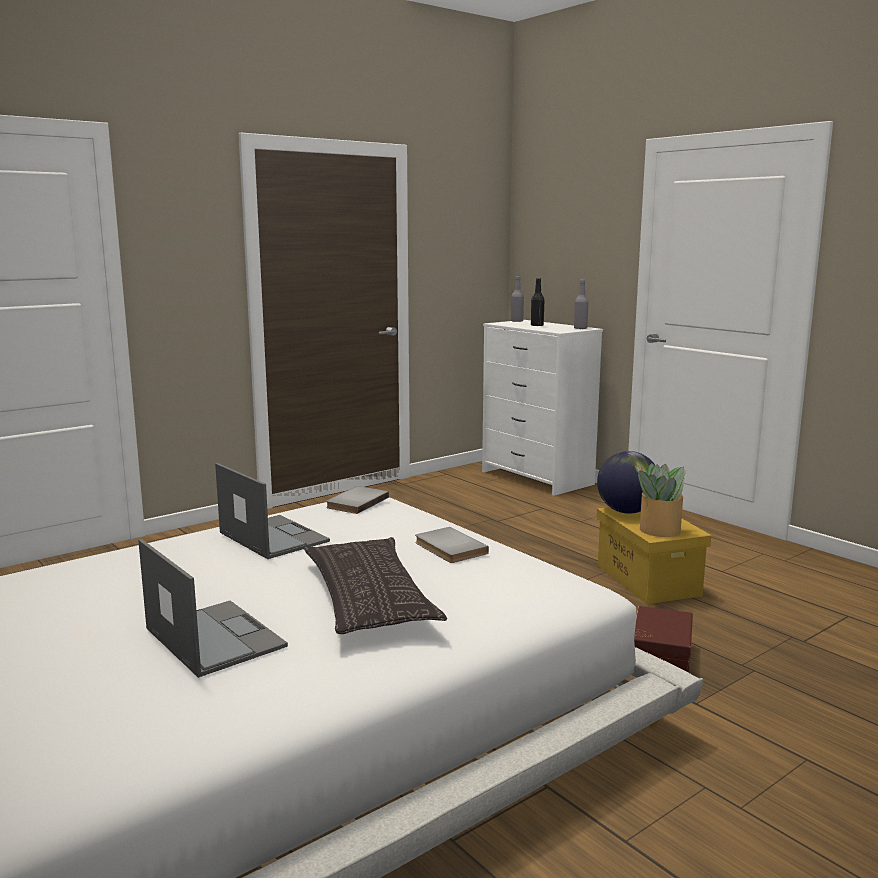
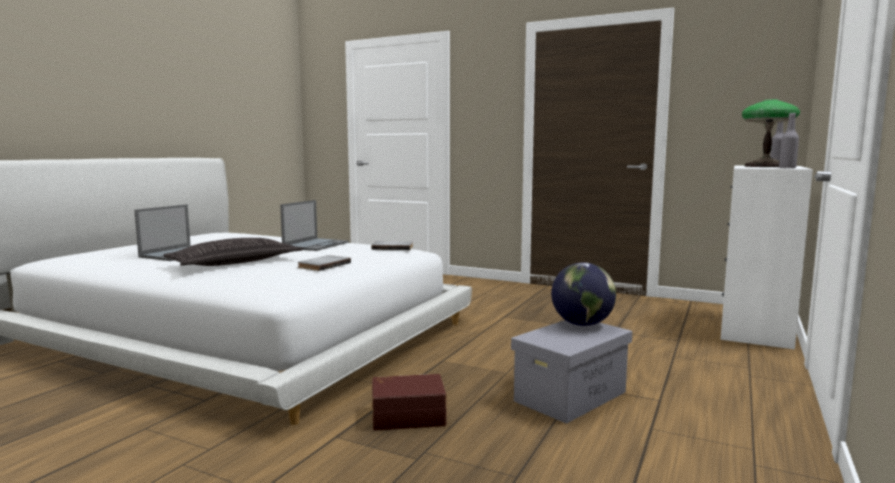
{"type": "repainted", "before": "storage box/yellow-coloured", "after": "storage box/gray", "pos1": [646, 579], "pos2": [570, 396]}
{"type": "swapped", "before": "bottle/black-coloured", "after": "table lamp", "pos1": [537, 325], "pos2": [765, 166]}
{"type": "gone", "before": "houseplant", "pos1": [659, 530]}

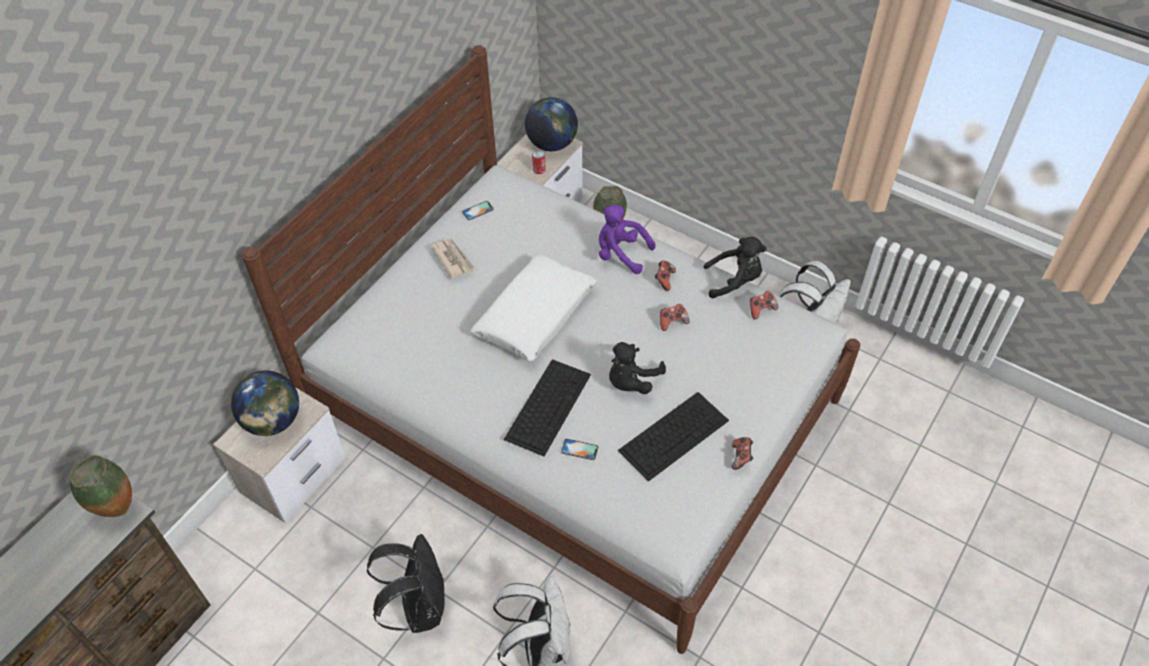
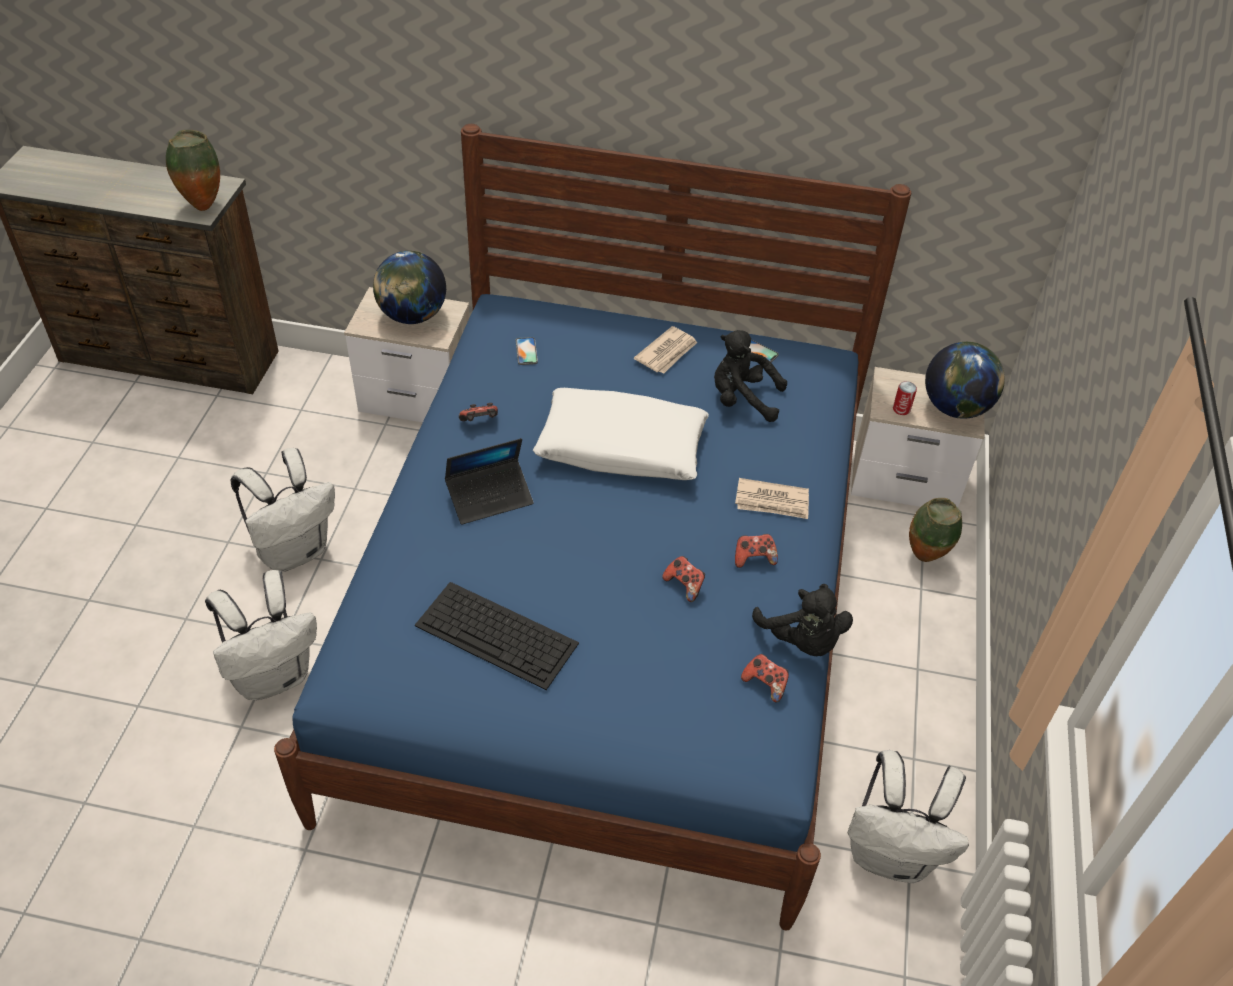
{"type": "repainted", "before": "rucksack/black-coloured", "after": "rucksack/white", "pos1": [419, 607], "pos2": [295, 550]}
{"type": "repainted", "before": "sleeping bed/white", "after": "sleeping bed/blue", "pos1": [576, 412], "pos2": [610, 612]}
{"type": "swapped", "before": "PC keyboard", "after": "laptop", "pos1": [548, 405], "pos2": [490, 497]}
{"type": "shifted", "before": "game controller", "pos1": [741, 457], "pos2": [480, 422]}
{"type": "shifted", "before": "telephone", "pos1": [579, 449], "pos2": [526, 351]}
{"type": "shifted", "before": "soft toy/black-coloured", "pos1": [631, 380], "pos2": [742, 399]}
{"type": "swapped", "before": "soft toy/purplish", "after": "printed paper", "pos1": [620, 254], "pos2": [772, 502]}

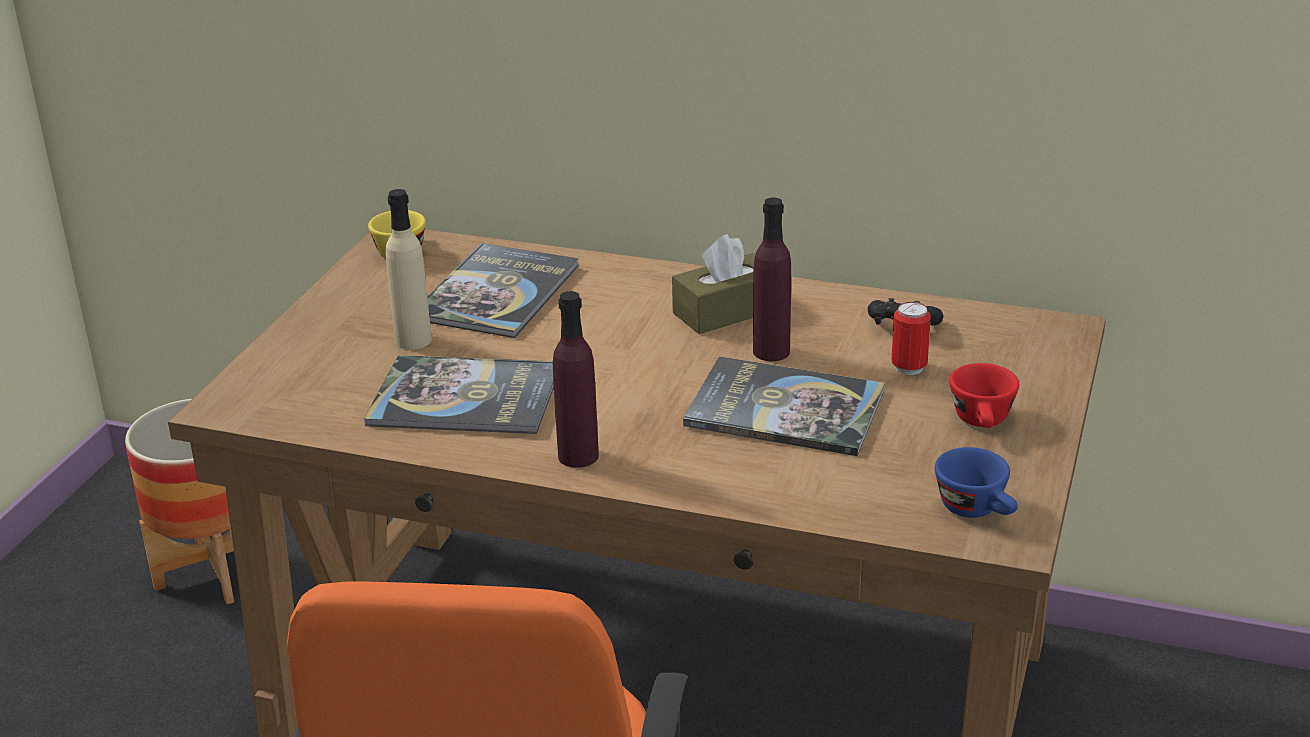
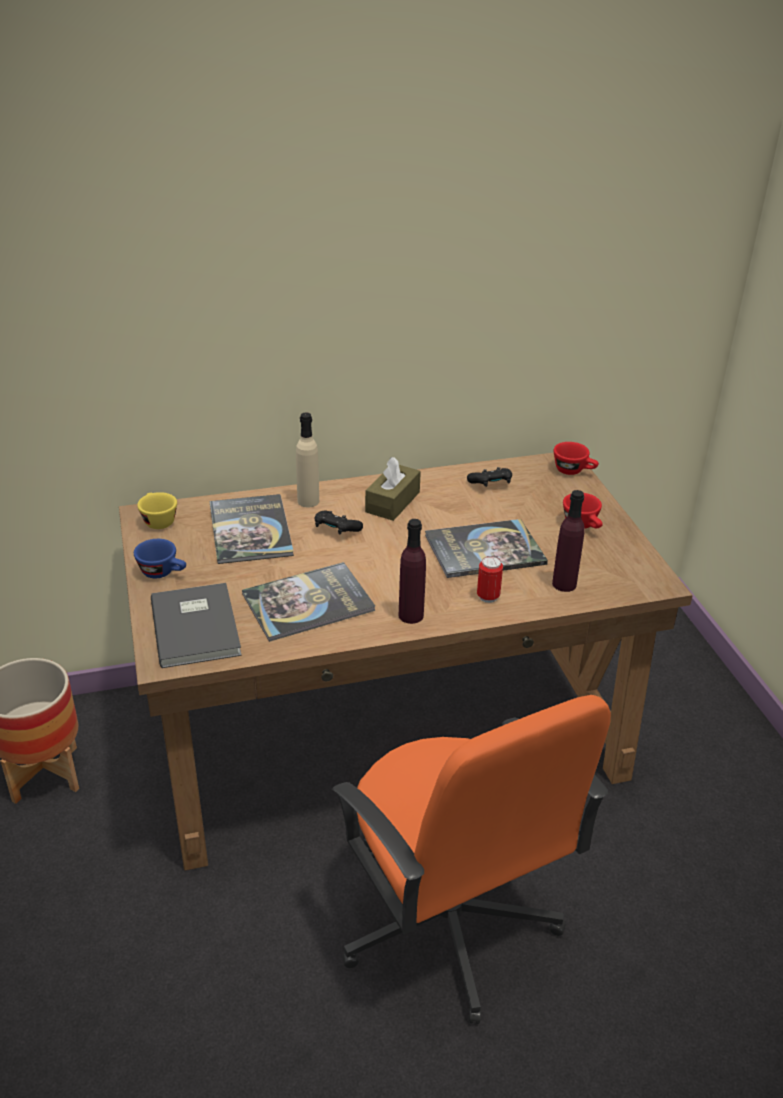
{"type": "shifted", "before": "cup/blue", "pos1": [978, 510], "pos2": [163, 572]}
{"type": "new", "after": "book/gray", "pos2": [198, 626]}
{"type": "shifted", "before": "bottle/sand-coloured", "pos1": [413, 340], "pos2": [308, 501]}
{"type": "new", "after": "game controller/black-coloured", "pos2": [336, 530]}
{"type": "shifted", "before": "metal can", "pos1": [909, 367], "pos2": [488, 597]}
{"type": "shifted", "before": "bottle/purplish", "pos1": [771, 351], "pos2": [564, 584]}
{"type": "new", "after": "cup/red-coloured", "pos2": [574, 471]}

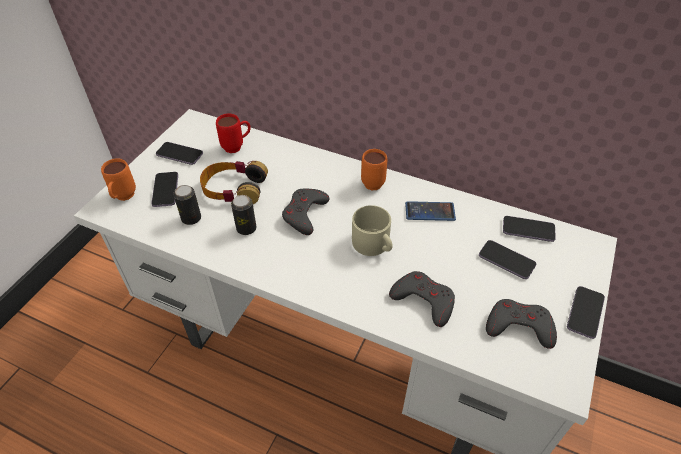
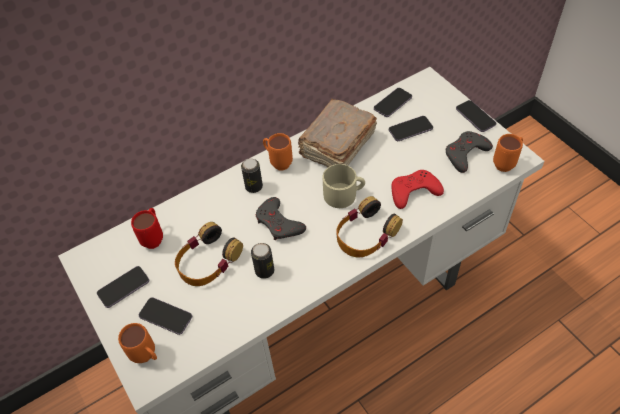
{"type": "shifted", "before": "metal can", "pos1": [191, 218], "pos2": [254, 186]}
{"type": "swapped", "before": "telephone", "after": "book/brown", "pos1": [430, 211], "pos2": [336, 145]}
{"type": "new", "after": "headphones", "pos2": [366, 234]}
{"type": "repainted", "before": "game controller/gray", "after": "game controller/red-coloured", "pos1": [423, 300], "pos2": [414, 191]}
{"type": "new", "after": "mug/orange-coloured", "pos2": [506, 163]}

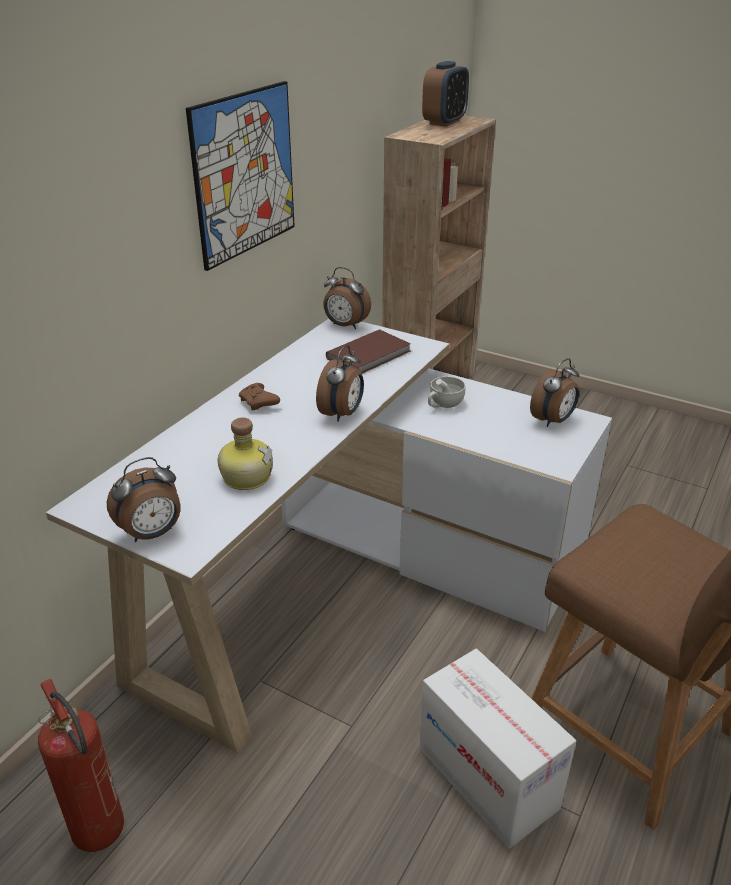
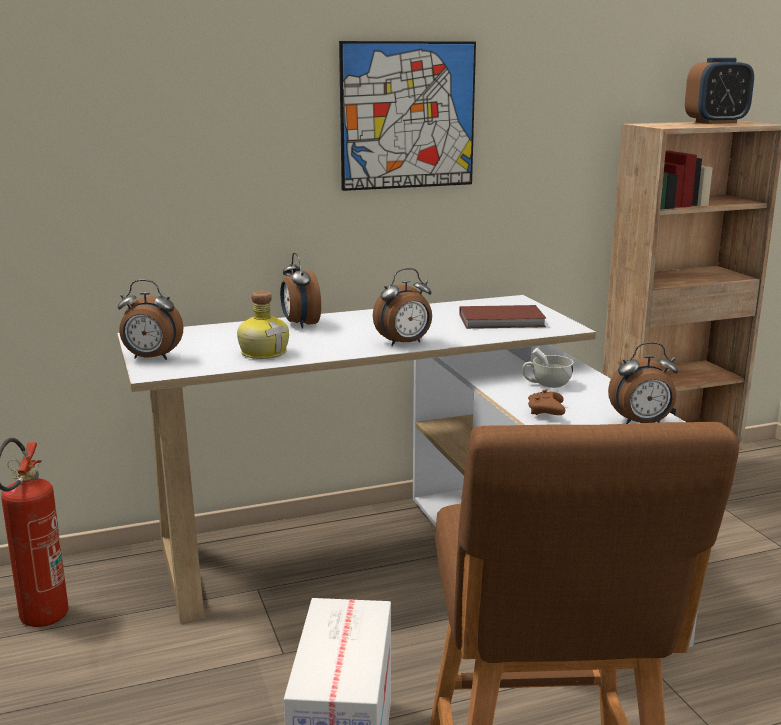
{"type": "shifted", "before": "alarm clock", "pos1": [345, 326], "pos2": [300, 324]}
{"type": "shifted", "before": "game controller/brown", "pos1": [259, 403], "pos2": [546, 412]}

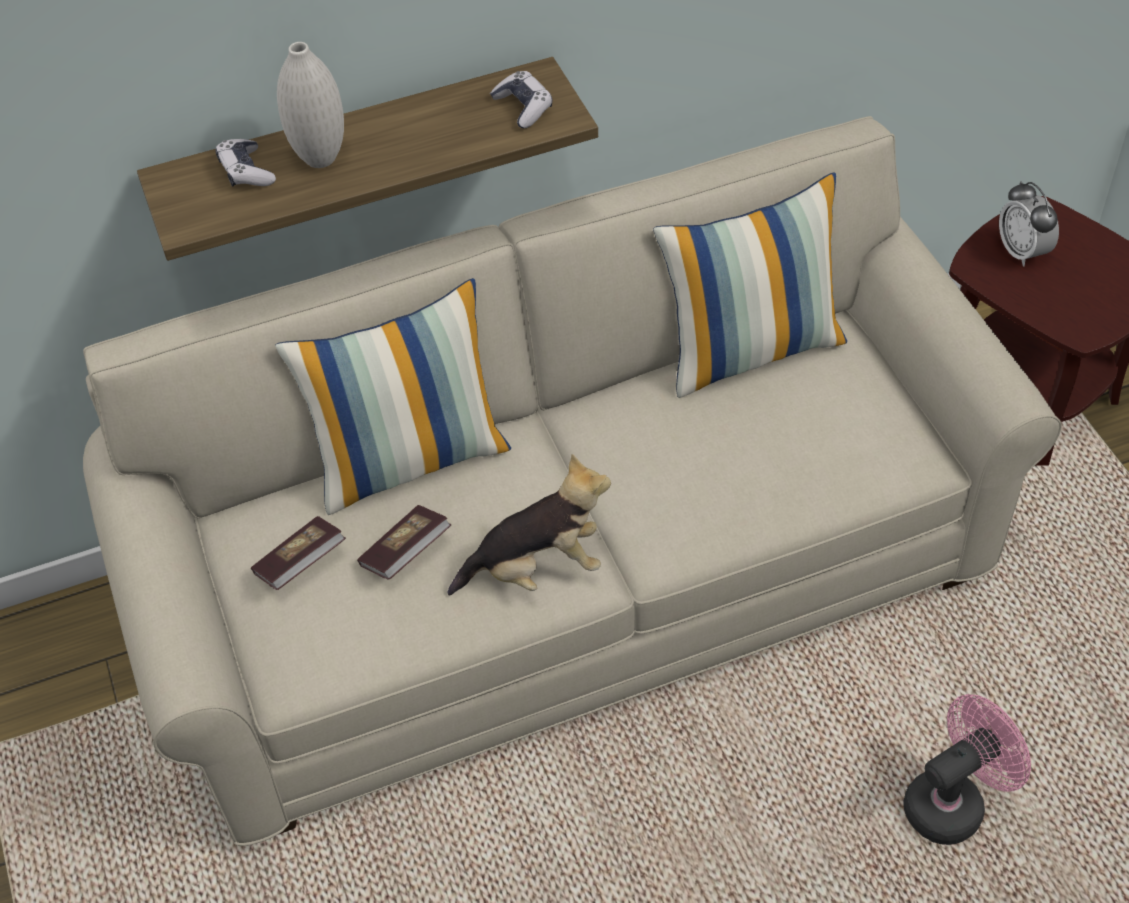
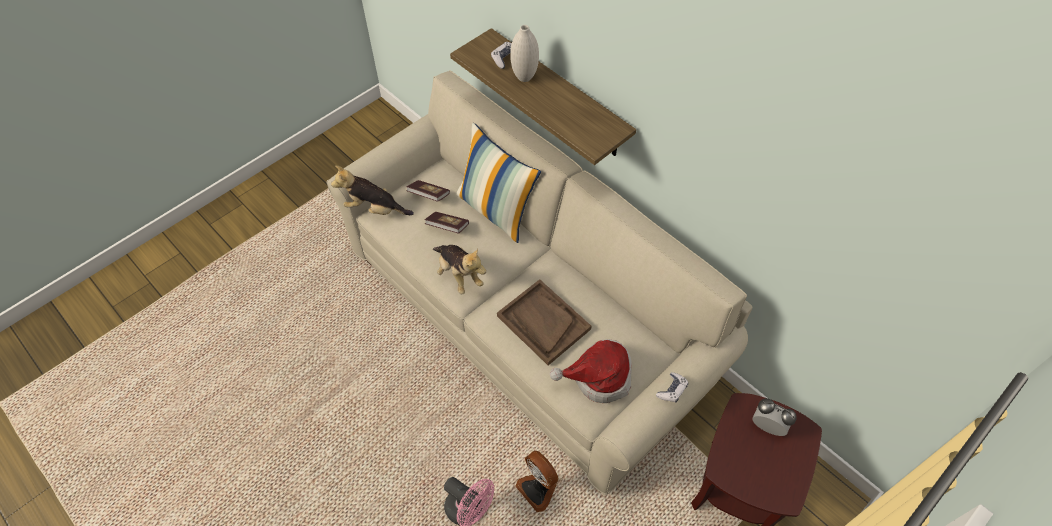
{"type": "new", "after": "soft toy", "pos2": [374, 209]}
{"type": "new", "after": "serving tray/brown", "pos2": [543, 322]}
{"type": "new", "after": "fan", "pos2": [538, 488]}
{"type": "new", "after": "wearable hat", "pos2": [598, 377]}
{"type": "shifted", "before": "game controller", "pos1": [523, 107], "pos2": [672, 390]}
{"type": "rotated", "before": "alarm clock", "pos1": [1022, 252], "pos2": [767, 426], "turn": 75}
{"type": "gone", "before": "throw pillow", "pos1": [750, 349]}

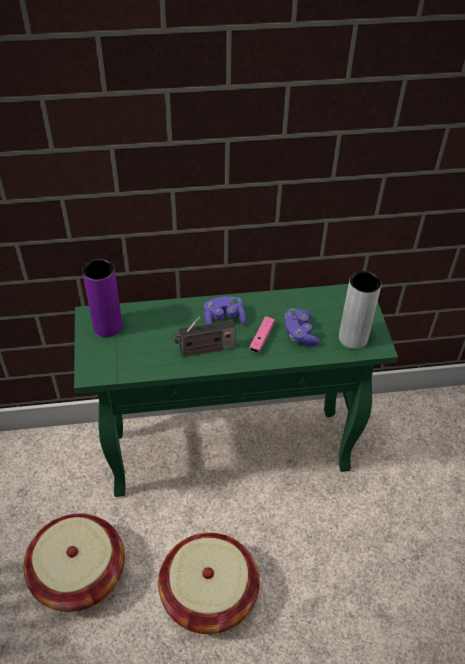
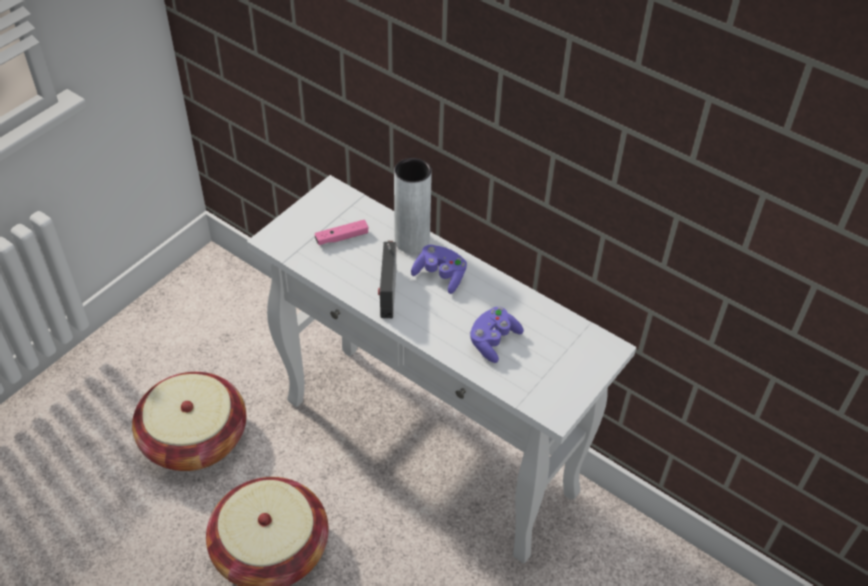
{"type": "repainted", "before": "hall table/greenish", "after": "hall table/white", "pos1": [231, 451], "pos2": [432, 447]}
{"type": "shifted", "before": "game controller/pink", "pos1": [261, 338], "pos2": [342, 237]}
{"type": "rotated", "before": "radio receiver", "pos1": [205, 350], "pos2": [387, 290], "turn": 60}
{"type": "shifted", "before": "flower vase/gray", "pos1": [353, 338], "pos2": [412, 241]}
{"type": "gone", "before": "flower vase/purplish", "pos1": [107, 326]}

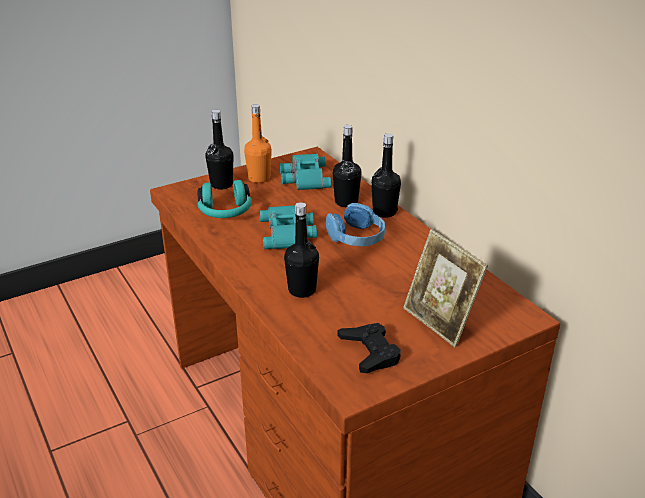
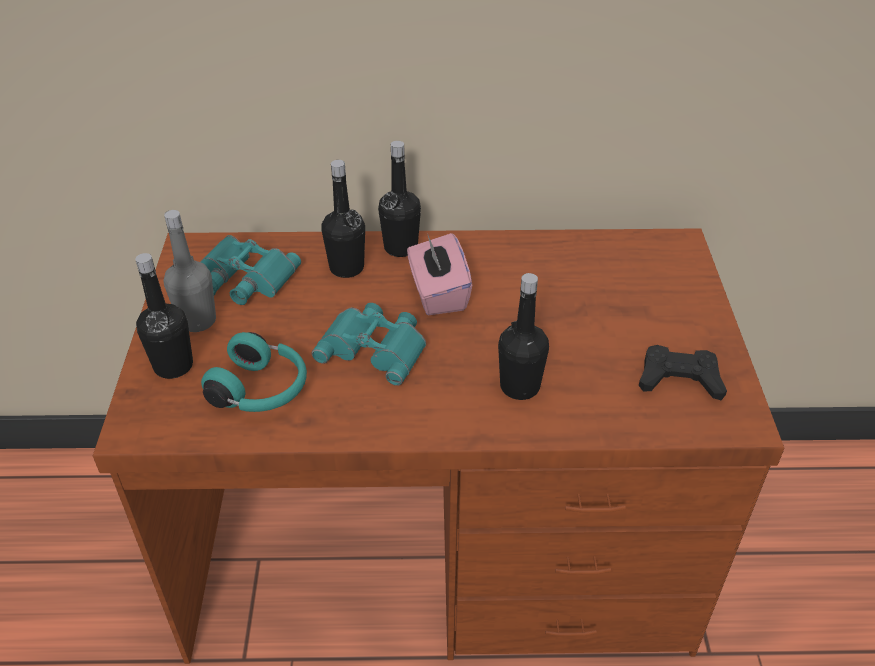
{"type": "repainted", "before": "bottle/orange-coloured", "after": "bottle/gray", "pos1": [259, 178], "pos2": [197, 321]}
{"type": "swapped", "before": "headphones/blue", "after": "box of tissues/pink", "pos1": [356, 237], "pos2": [438, 293]}
{"type": "gone", "before": "photo frame", "pos1": [439, 322]}

